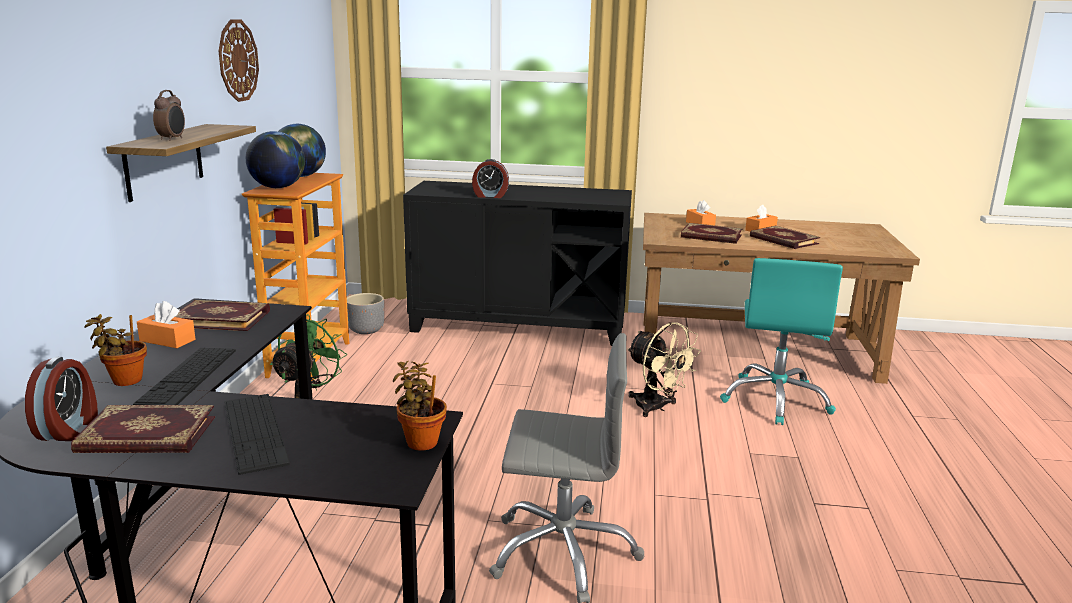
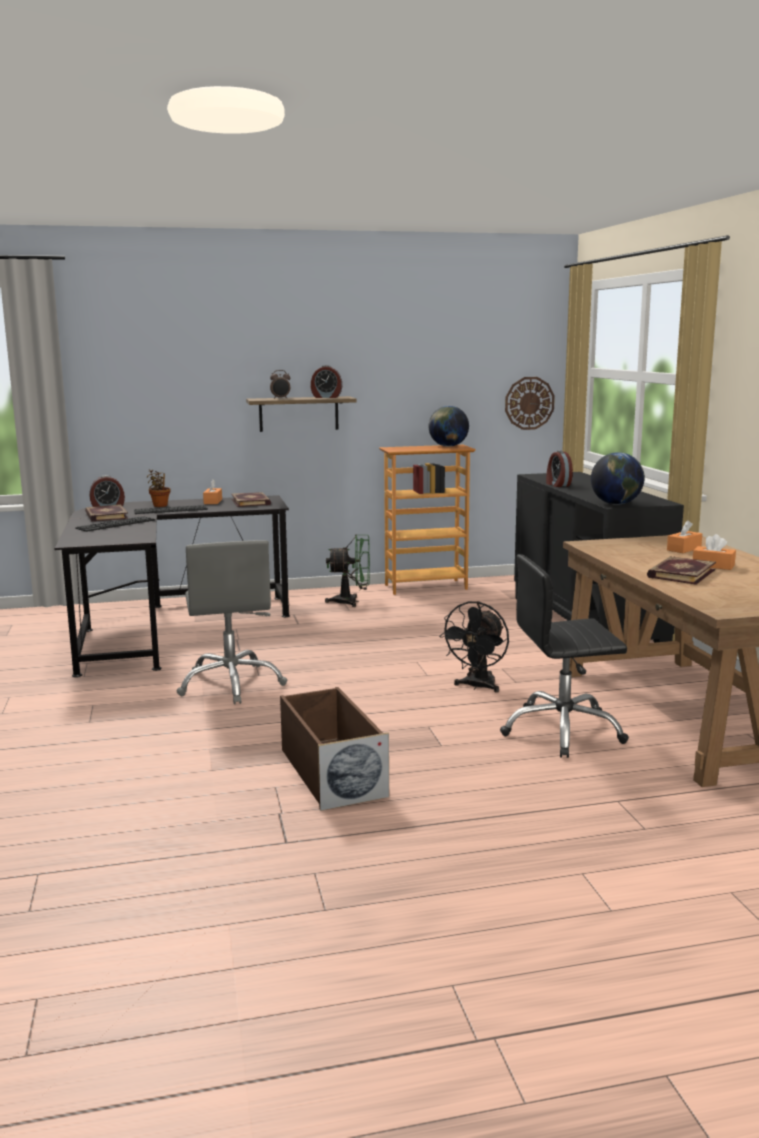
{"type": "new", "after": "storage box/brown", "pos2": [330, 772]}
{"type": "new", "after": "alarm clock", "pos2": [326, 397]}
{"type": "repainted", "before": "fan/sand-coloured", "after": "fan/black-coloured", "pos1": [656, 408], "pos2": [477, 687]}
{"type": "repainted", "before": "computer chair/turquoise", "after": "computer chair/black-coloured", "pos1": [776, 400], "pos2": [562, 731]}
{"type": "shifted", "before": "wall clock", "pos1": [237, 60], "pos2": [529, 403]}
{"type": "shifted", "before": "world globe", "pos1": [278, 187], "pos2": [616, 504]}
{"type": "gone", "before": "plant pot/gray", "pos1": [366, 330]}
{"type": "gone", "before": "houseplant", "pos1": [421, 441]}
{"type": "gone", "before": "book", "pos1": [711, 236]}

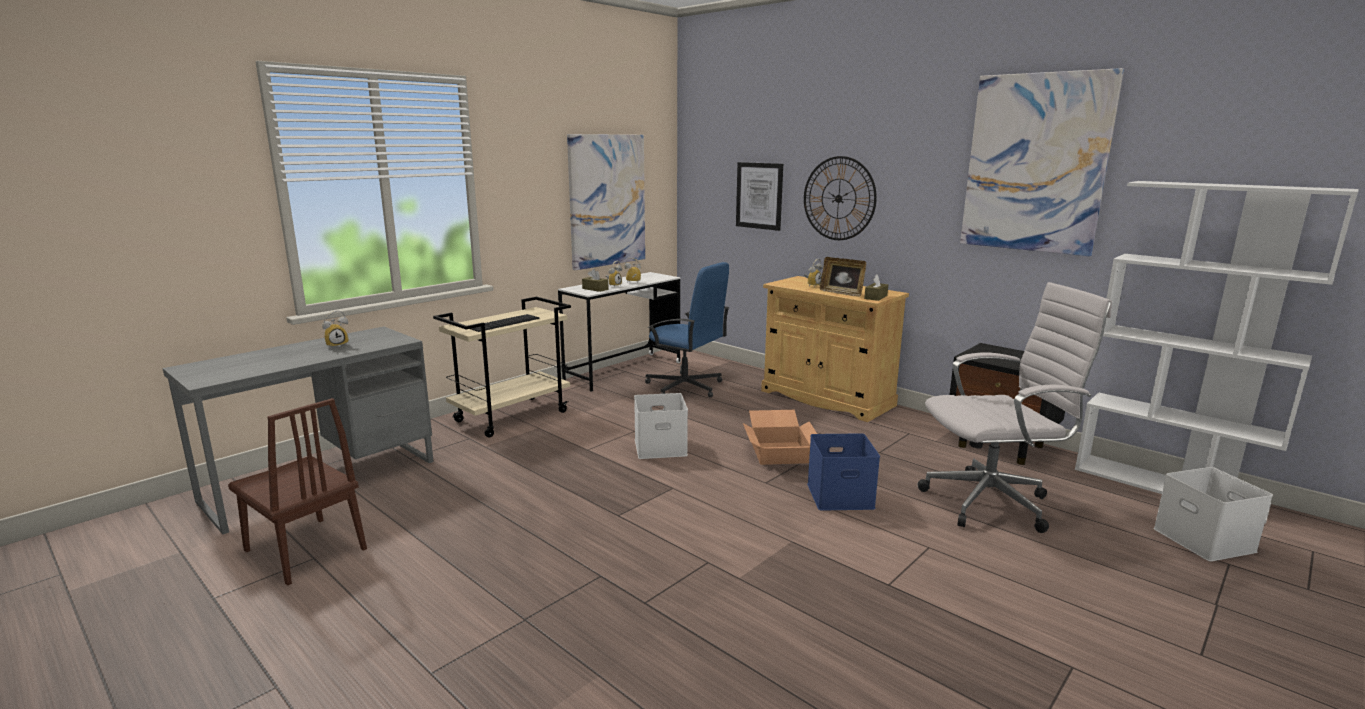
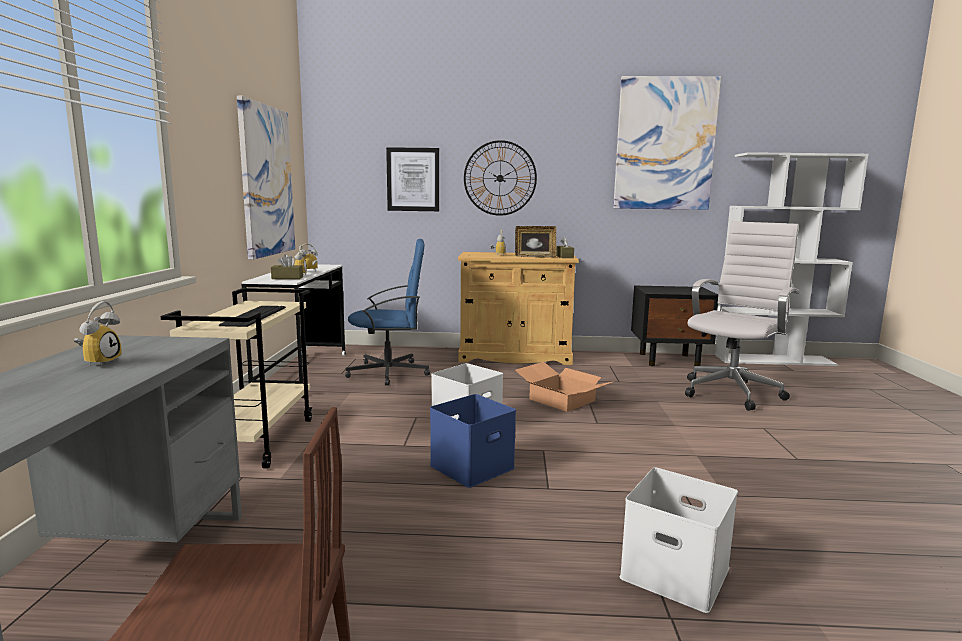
{"type": "shifted", "before": "storage box/blue", "pos1": [841, 495], "pos2": [472, 466]}
{"type": "shifted", "before": "storage box/white", "pos1": [1206, 540], "pos2": [677, 572]}

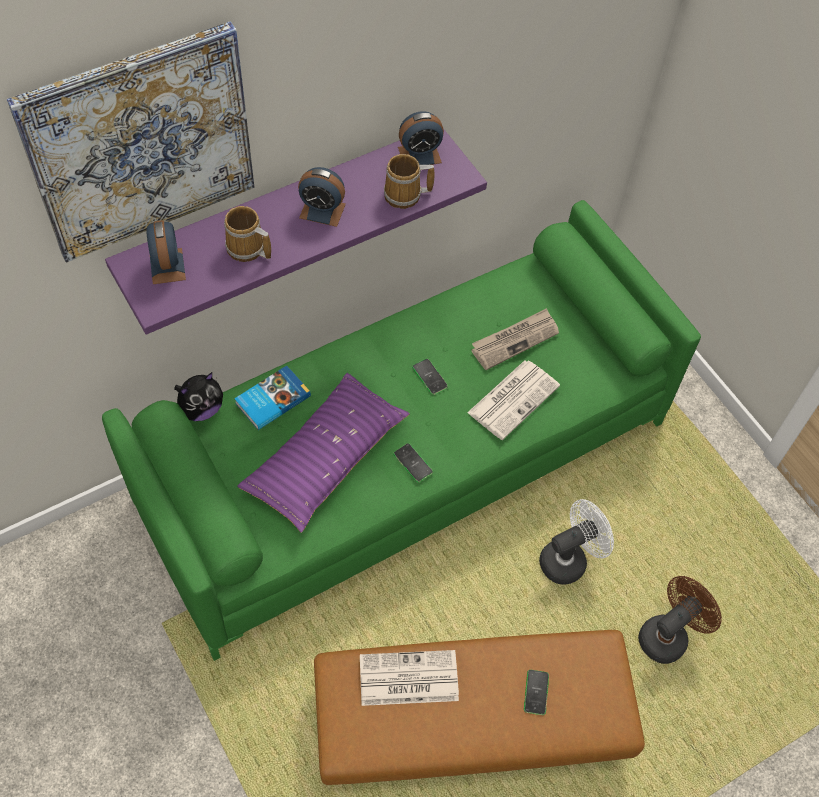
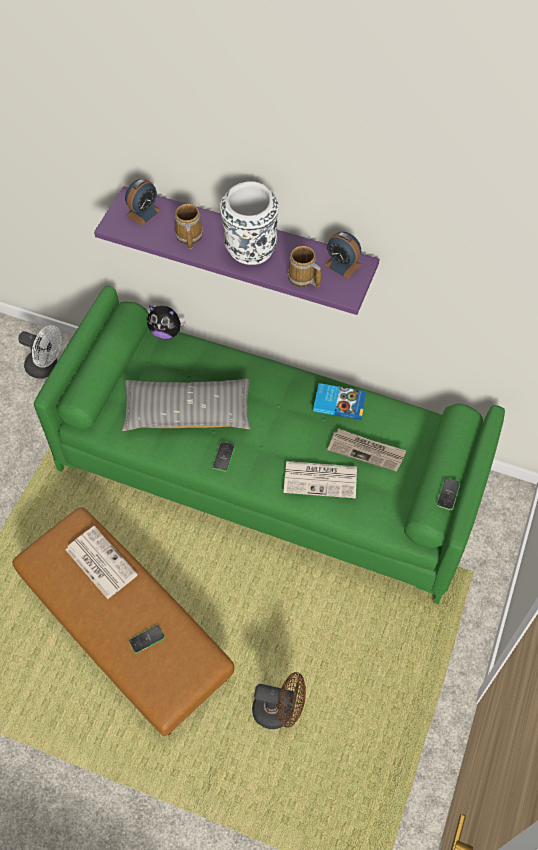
{"type": "shifted", "before": "fan/white", "pos1": [569, 559], "pos2": [46, 367]}
{"type": "repainted", "before": "throw pillow/purplish", "after": "throw pillow/gray", "pos1": [325, 458], "pos2": [187, 412]}
{"type": "swapped", "before": "alarm clock", "after": "flower vase/white", "pos1": [322, 211], "pos2": [250, 249]}
{"type": "shifted", "before": "book", "pos1": [271, 399], "pos2": [339, 402]}
{"type": "shifted", "before": "telephone", "pos1": [430, 377], "pos2": [448, 494]}
{"type": "gone", "before": "wall art", "pos1": [141, 143]}

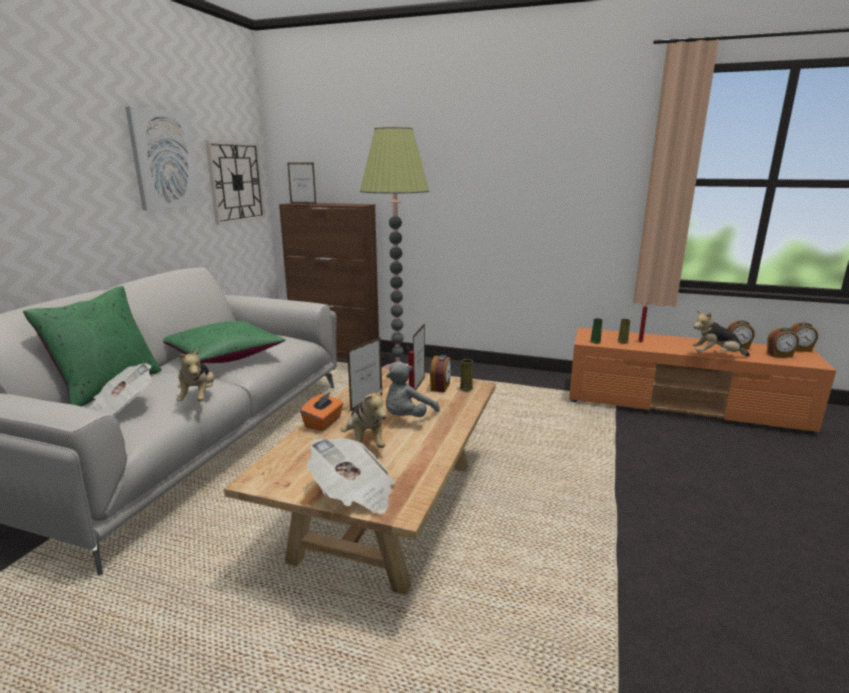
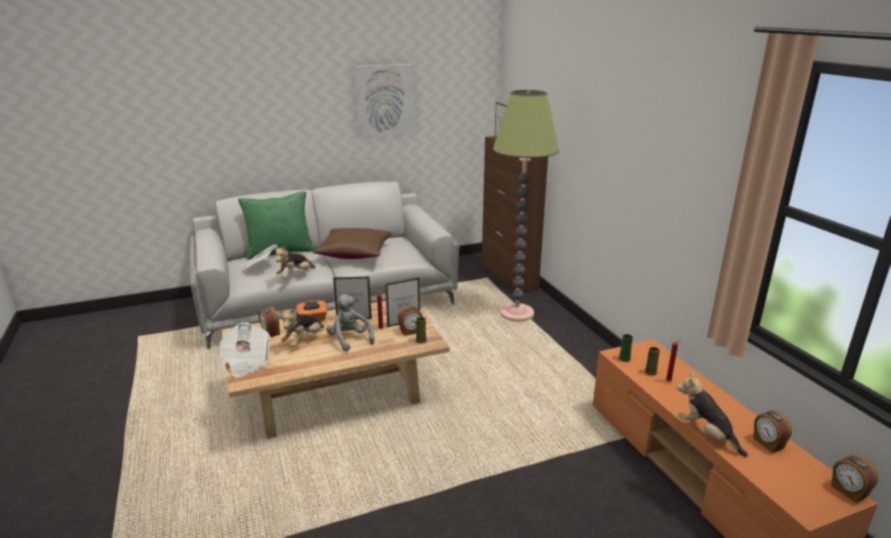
{"type": "shifted", "before": "alarm clock", "pos1": [779, 355], "pos2": [270, 332]}
{"type": "repainted", "before": "throw pillow/greenish", "after": "throw pillow/brown", "pos1": [225, 355], "pos2": [354, 253]}
{"type": "rotated", "before": "soft toy/gray", "pos1": [407, 418], "pos2": [349, 339], "turn": 60}
{"type": "gone", "before": "wall clock", "pos1": [236, 182]}

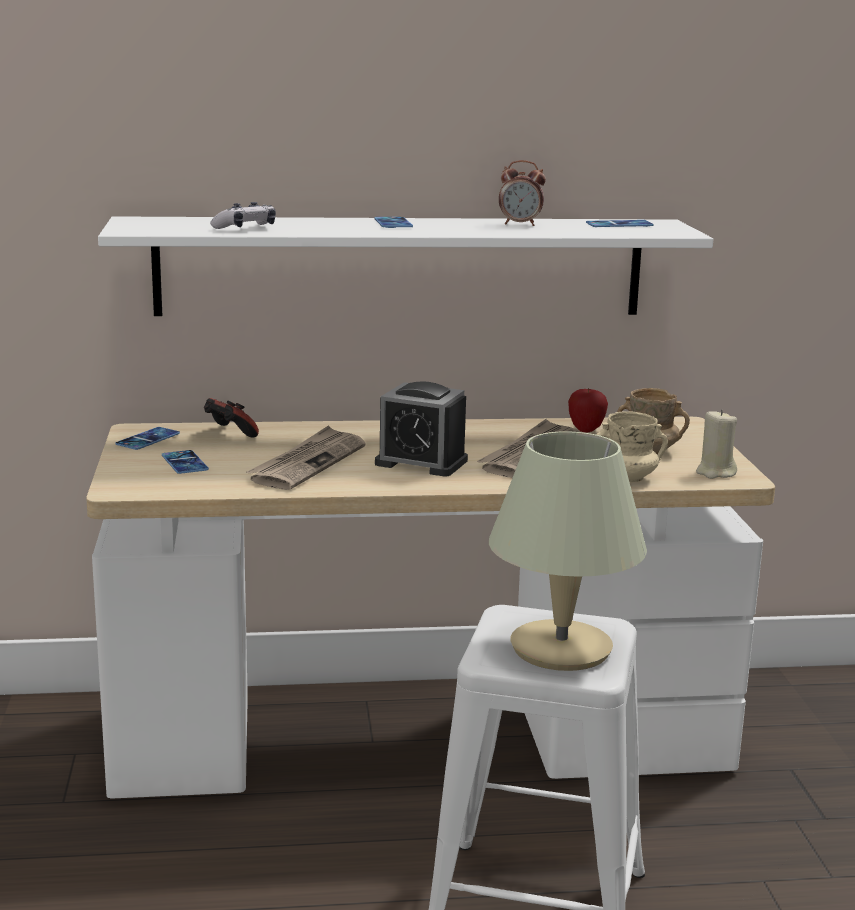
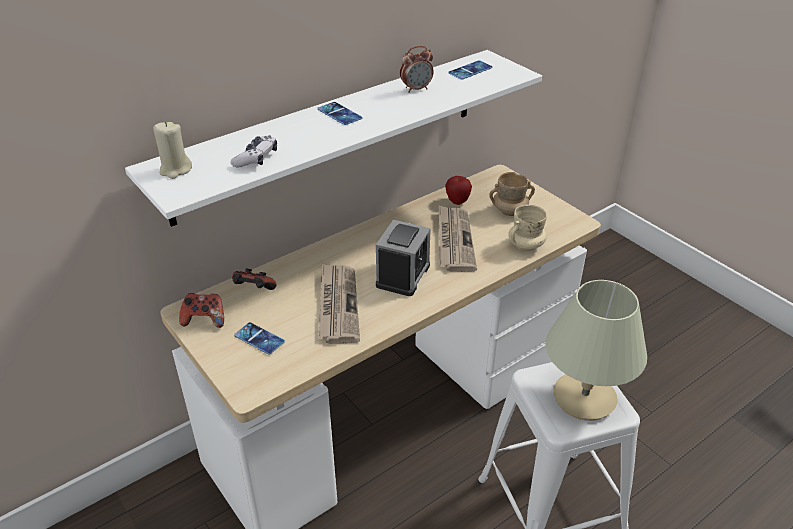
{"type": "shifted", "before": "wax candle/sand-coloured", "pos1": [715, 472], "pos2": [175, 170]}
{"type": "swapped", "before": "telephone", "after": "game controller", "pos1": [148, 439], "pos2": [204, 320]}
{"type": "rotated", "before": "alarm clock", "pos1": [421, 462], "pos2": [403, 275], "turn": -60}

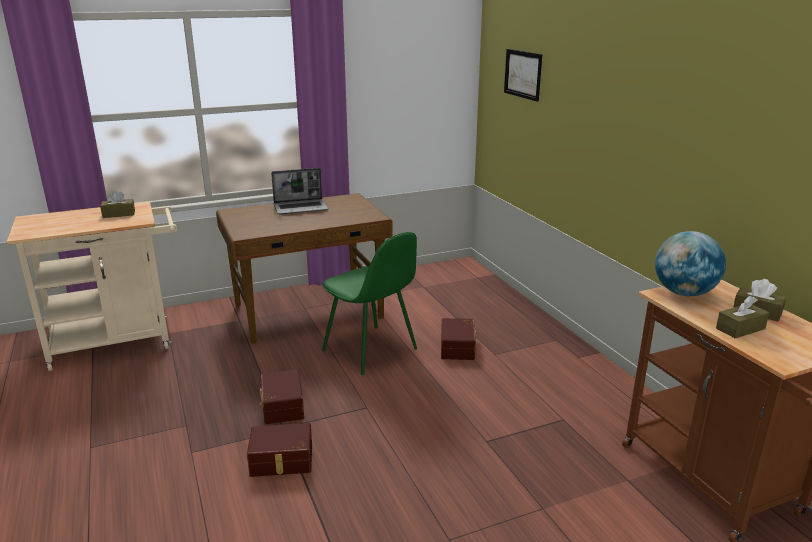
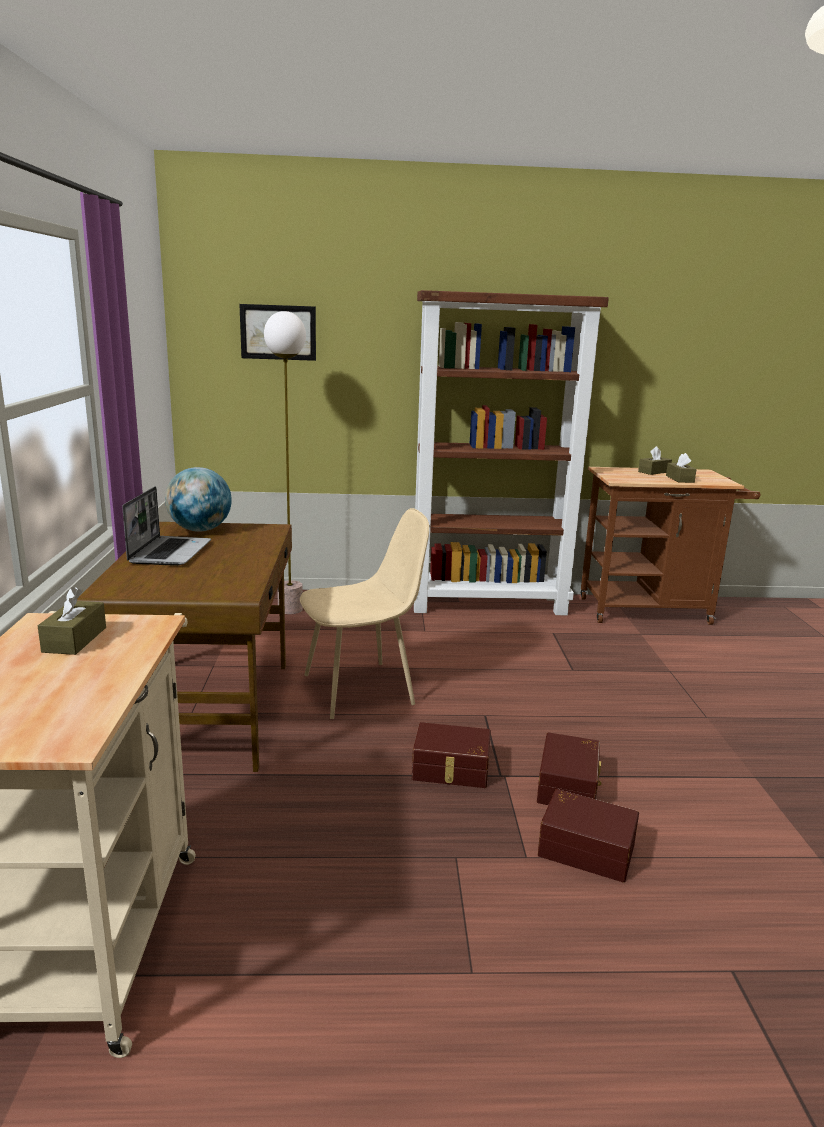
{"type": "shifted", "before": "world globe", "pos1": [683, 293], "pos2": [200, 530]}
{"type": "new", "after": "standard lamp", "pos2": [290, 609]}
{"type": "repainted", "before": "chair/greenish", "after": "chair/sand-coloured", "pos1": [371, 351], "pos2": [361, 689]}
{"type": "new", "after": "bookcase/brown", "pos2": [489, 604]}
{"type": "shifted", "before": "storage box/brown", "pos1": [458, 347], "pos2": [586, 848]}

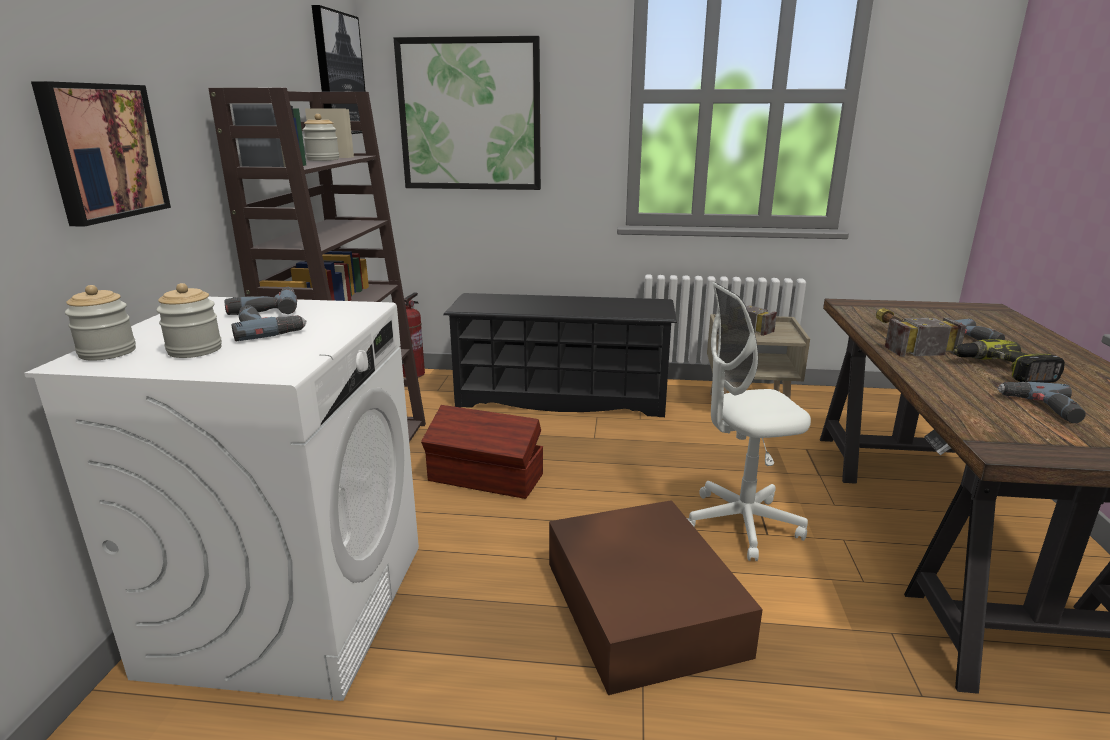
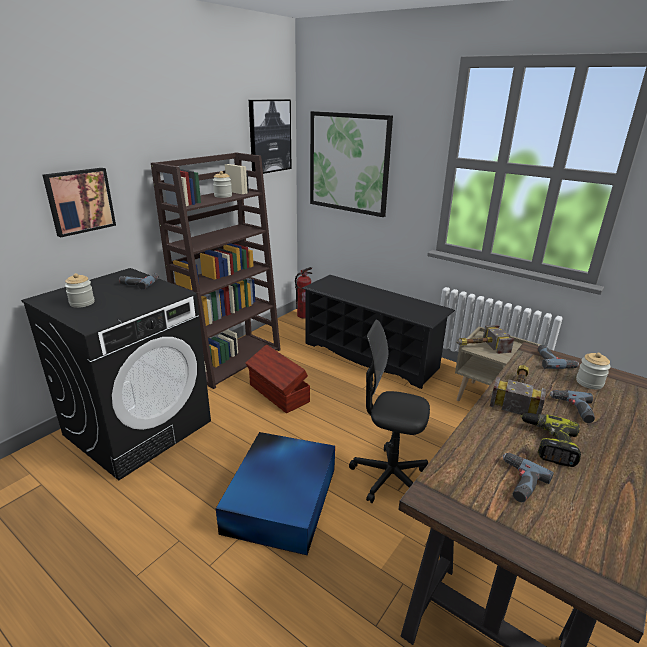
{"type": "repainted", "before": "laundry appliance/white", "after": "laundry appliance/black-coloured", "pos1": [292, 605], "pos2": [139, 427]}
{"type": "repainted", "before": "storage box/brown", "after": "storage box/blue", "pos1": [642, 605], "pos2": [282, 498]}
{"type": "repainted", "before": "computer chair/white", "after": "computer chair/black-coloured", "pos1": [741, 524], "pos2": [389, 477]}
{"type": "shifted", "before": "drill", "pos1": [267, 329], "pos2": [554, 361]}
{"type": "shifted", "before": "jar", "pos1": [107, 352], "pos2": [589, 382]}

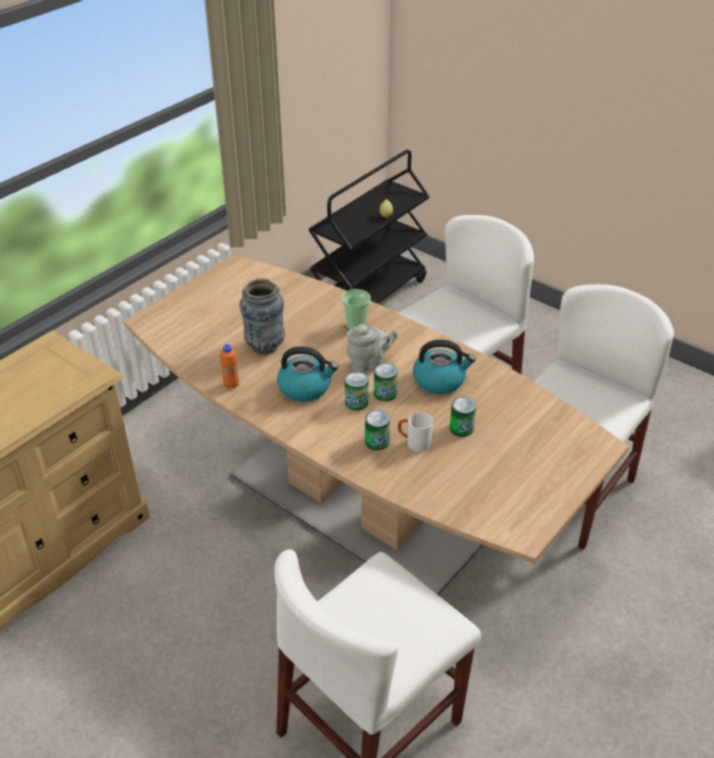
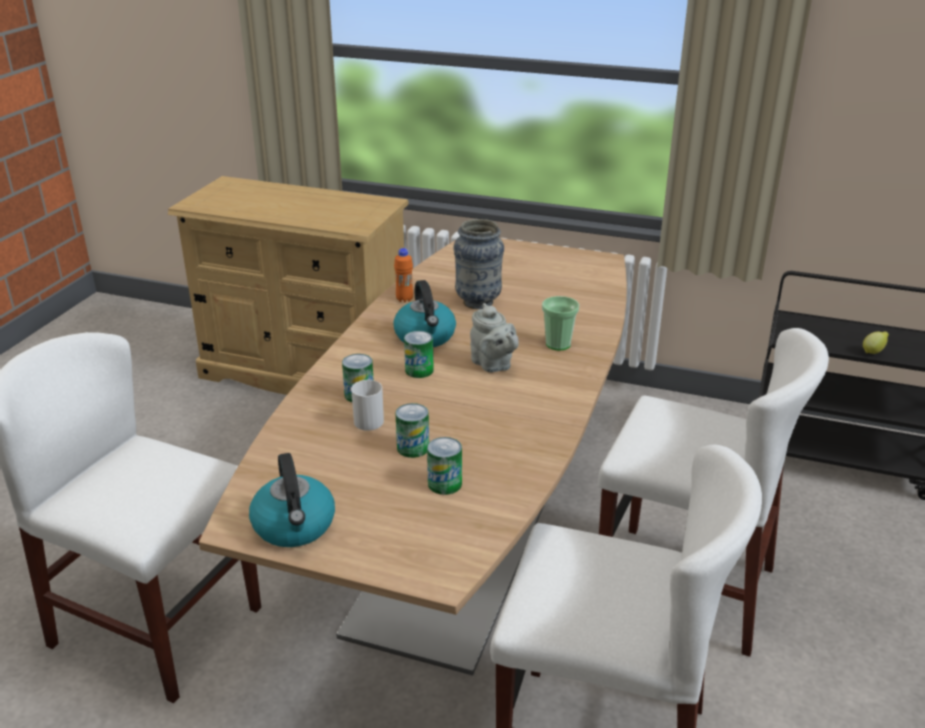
{"type": "shifted", "before": "water kettle", "pos1": [440, 380], "pos2": [295, 526]}
{"type": "shifted", "before": "metal can", "pos1": [385, 393], "pos2": [444, 484]}

